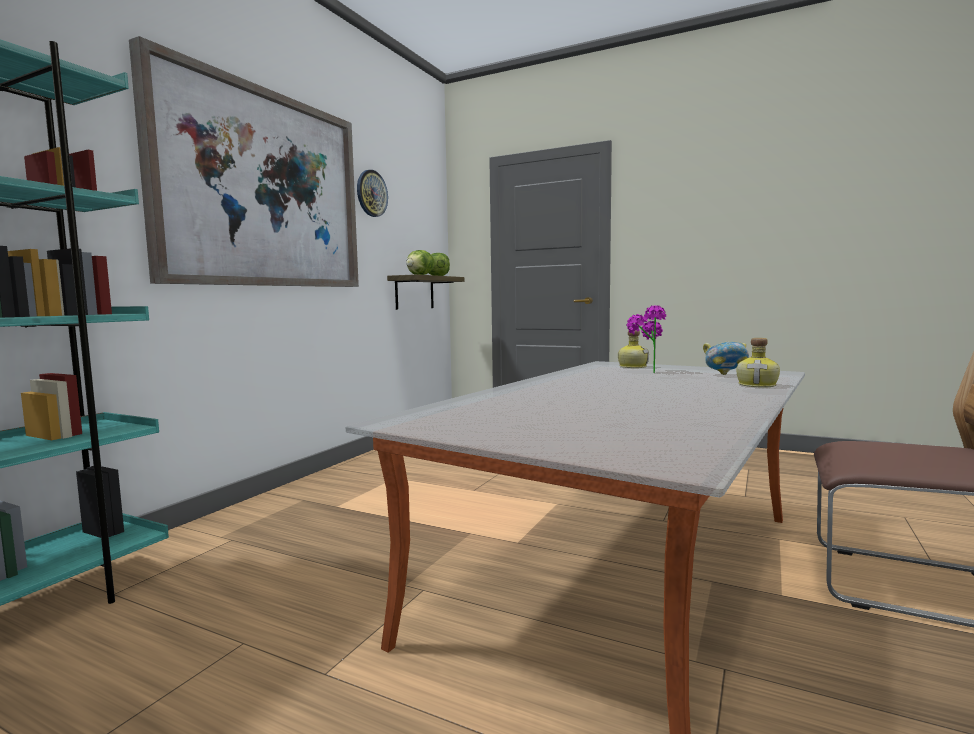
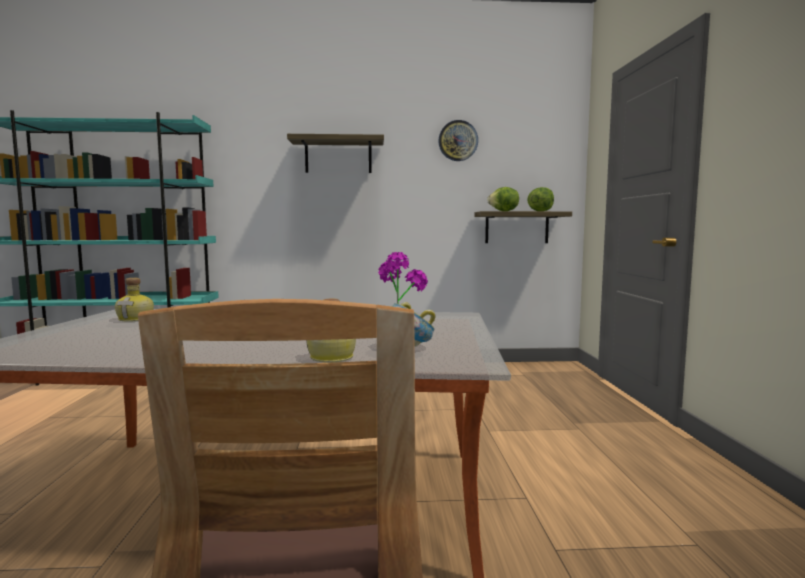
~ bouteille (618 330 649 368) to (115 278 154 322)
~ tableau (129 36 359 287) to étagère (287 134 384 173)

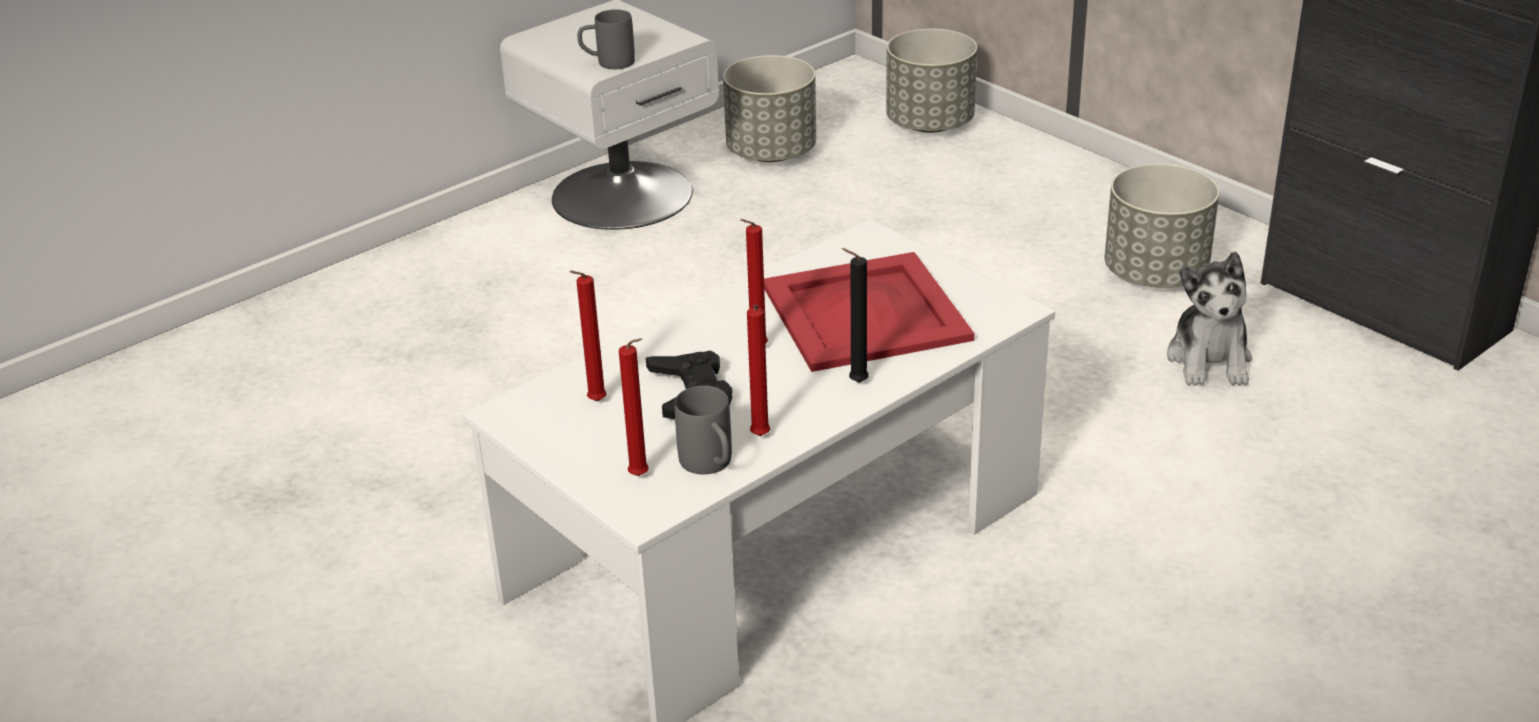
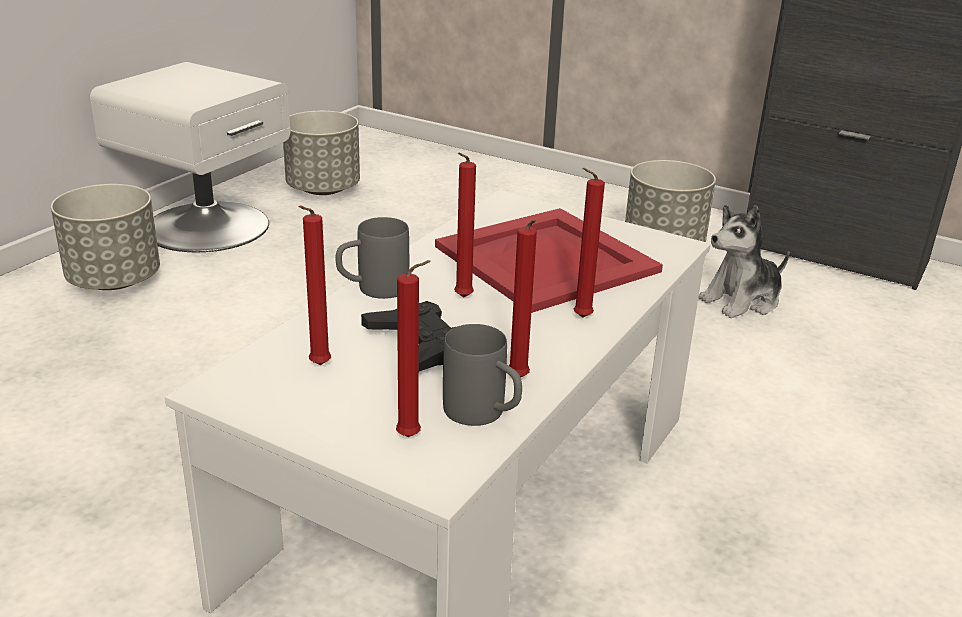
~ cache-pot [gris] (886 29 977 133) to (51 184 160 290)
~ mug [gris] (577 9 635 69) to (336 217 409 299)
~ bougie [noir] (842 248 869 383) to bougie [rouge] (574 168 605 318)
~ peluche (1167 251 1252 385) = (698 205 790 318) 75 degrees clockwise

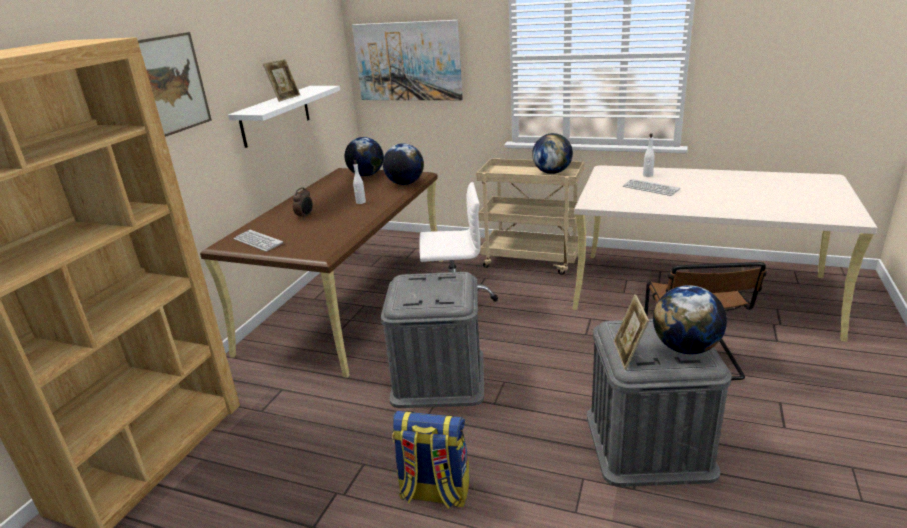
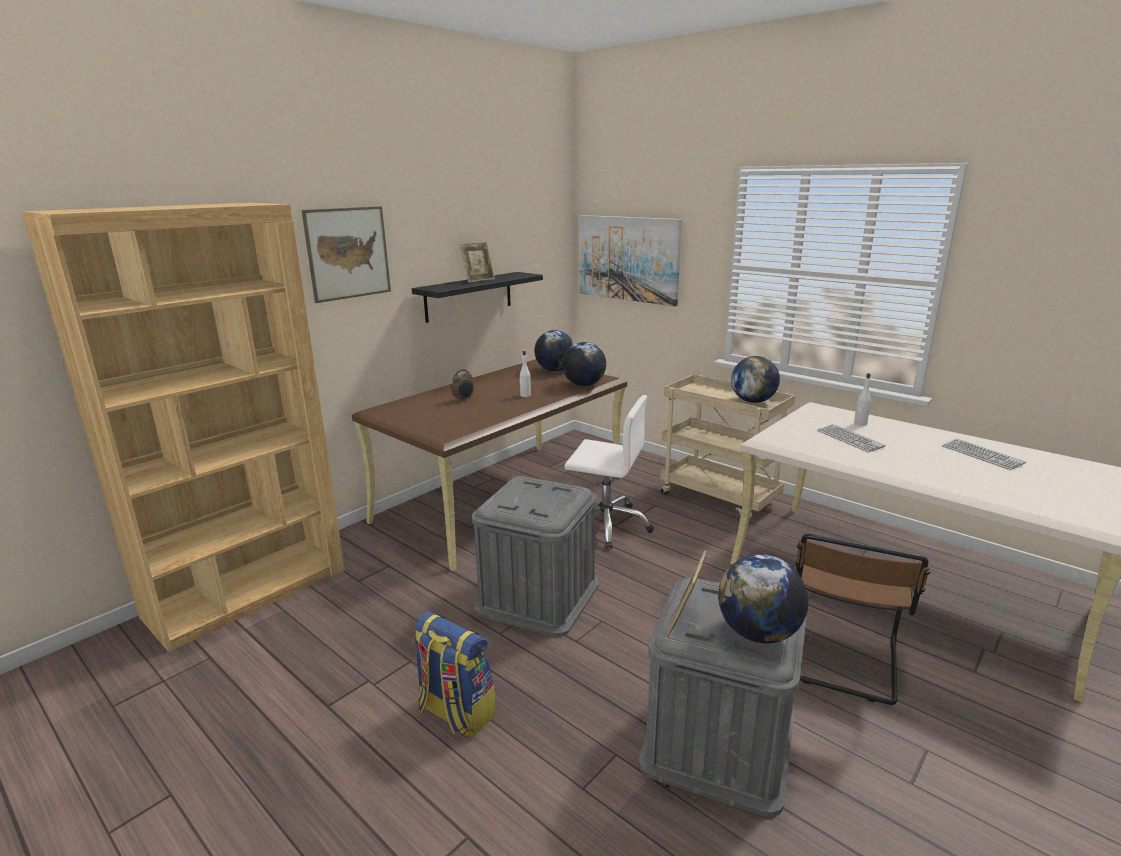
~ étagère [blanc] (228 86 340 148) to étagère [noir] (412 272 543 323)
~ clavier (234 230 283 252) to (942 438 1026 470)

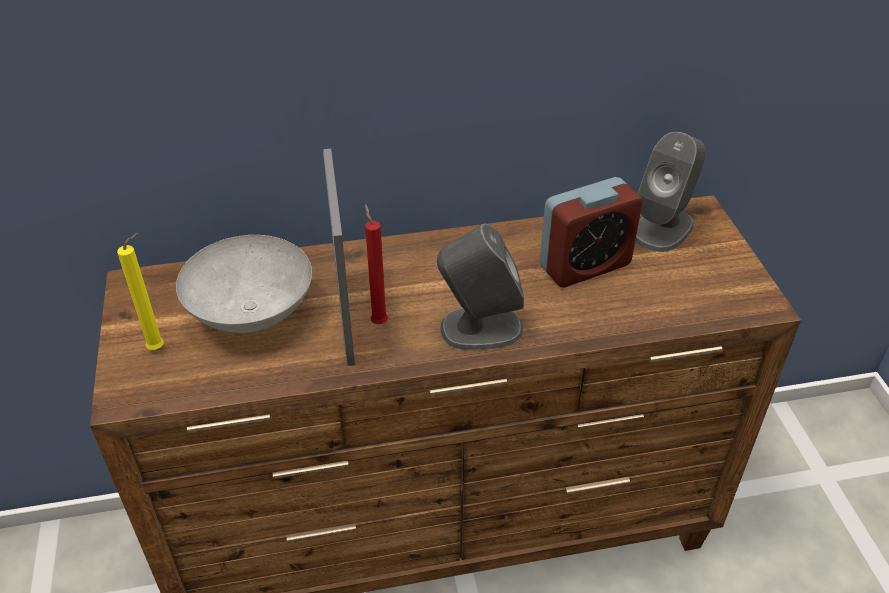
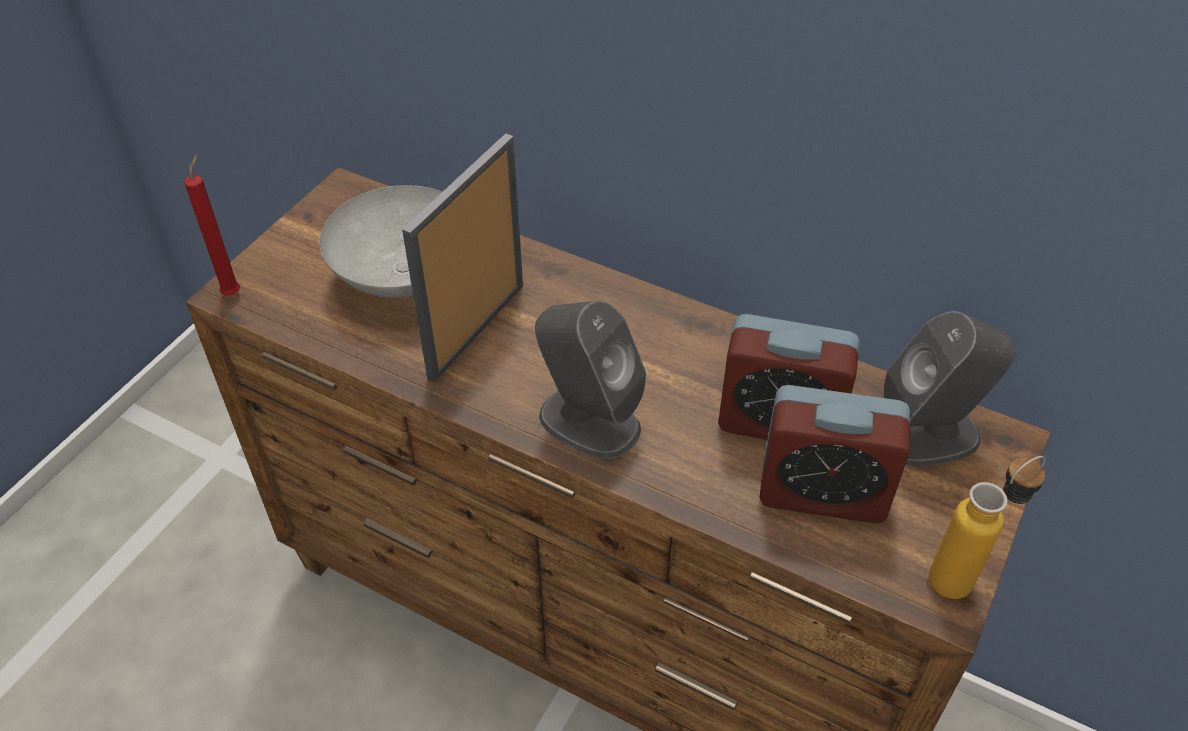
~ bougie [rouge] (365 204 388 324) to (184 155 240 296)
+ réveil (759 385 910 523)
+ bouteille (929 456 1046 599)
- bougie [jaune] (117 233 164 350)

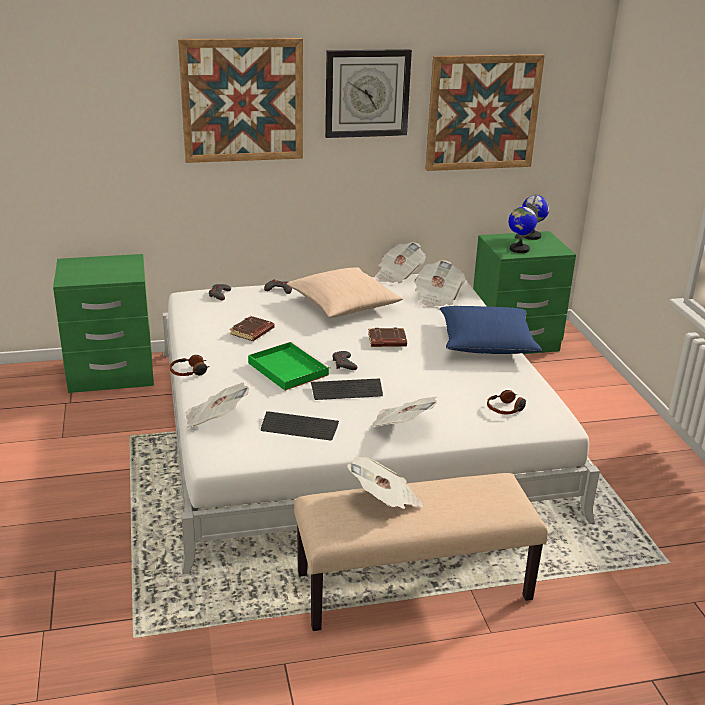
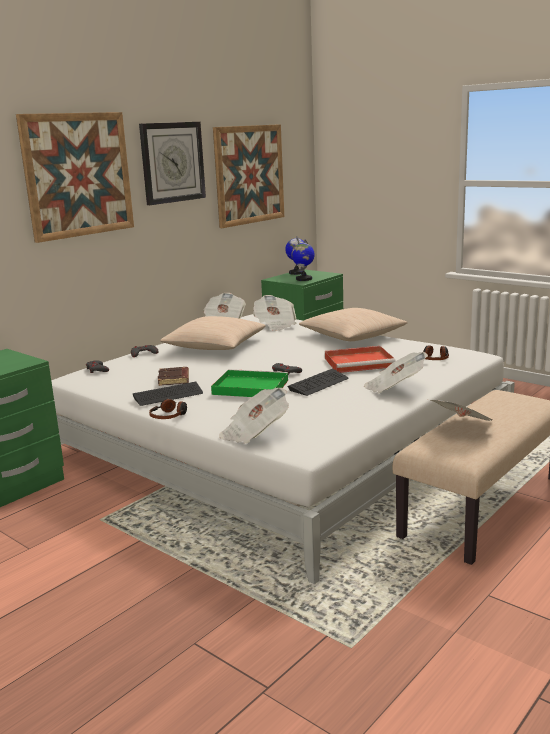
~ clavier (261 411 339 440) to (132 382 203 406)
~ coussin [bleu] (440 306 542 354) to coussin [beige] (299 308 408 341)
+ plateau [rouge] (325 346 396 373)
- livre [marron] (368 327 407 347)

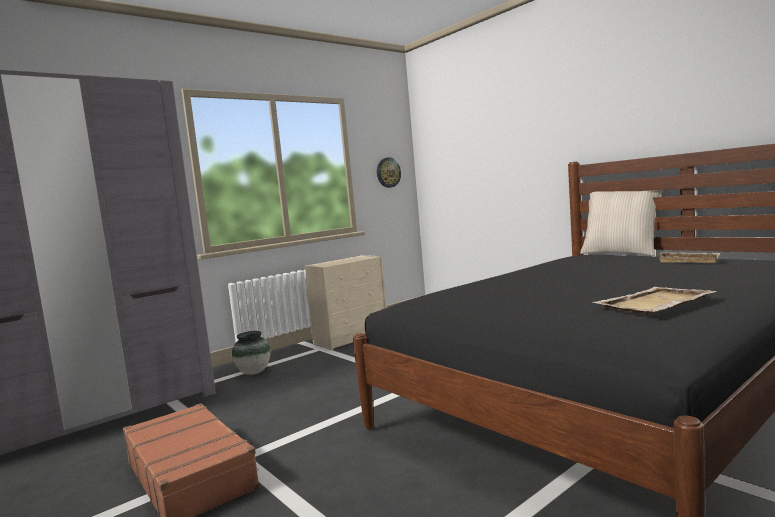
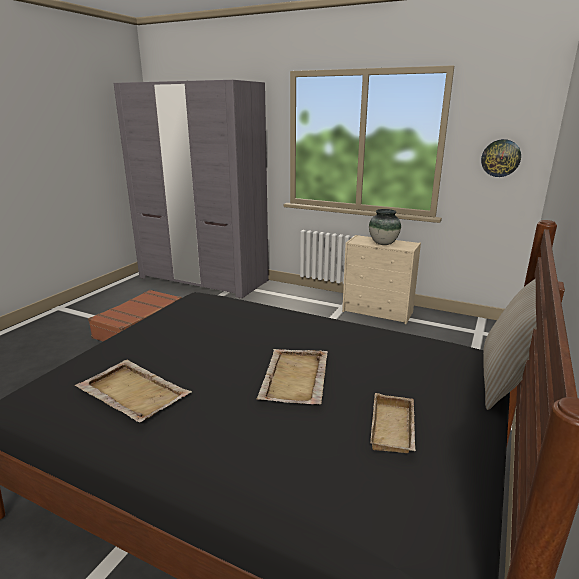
+ plateau [beige] (257 349 328 404)
~ vase (232 331 271 375) to (369 209 401 245)

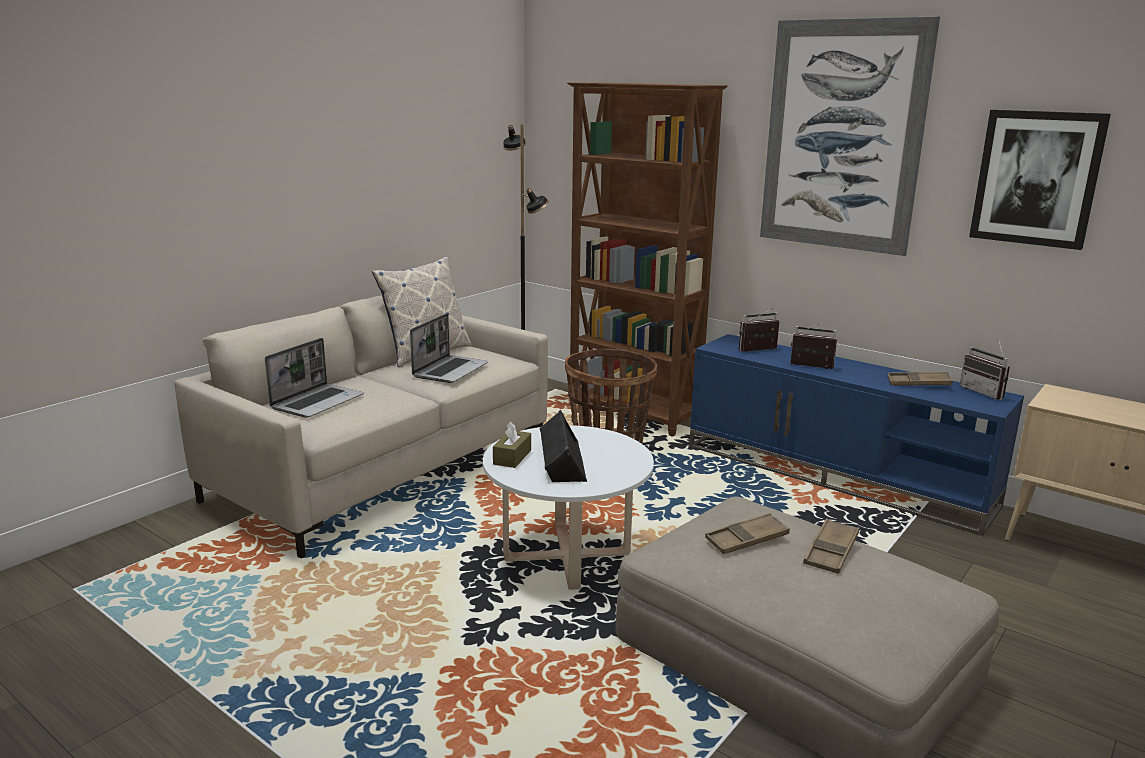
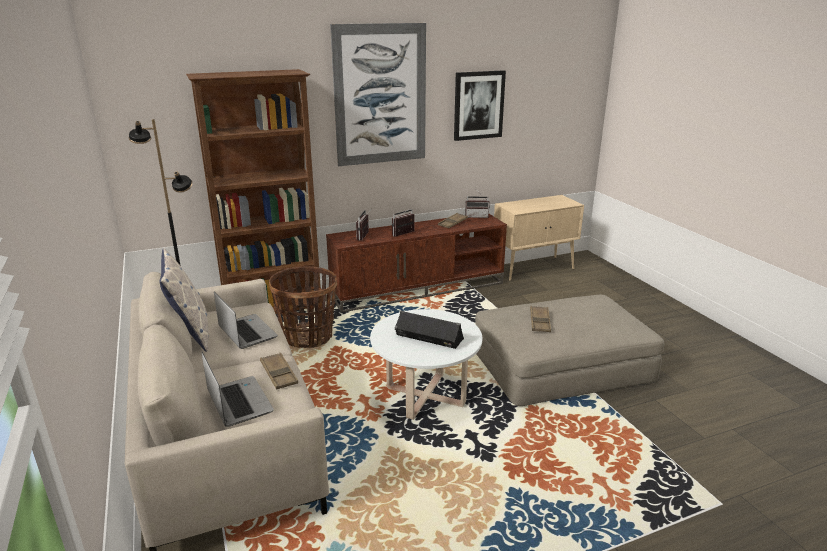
~ plateau [marron] (803 519 860 574) to (260 353 298 390)
~ meuble télé [bleu] (689 334 1024 536) to meuble télé [marron] (326 214 507 313)
- boîte à mouchoirs [marron] (493 421 531 468)

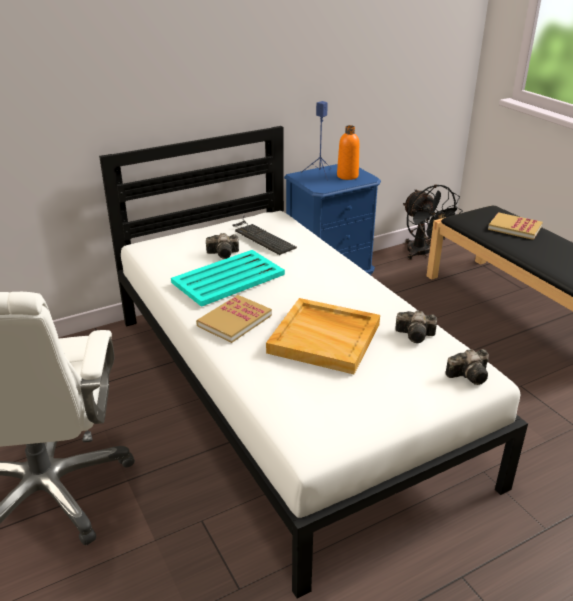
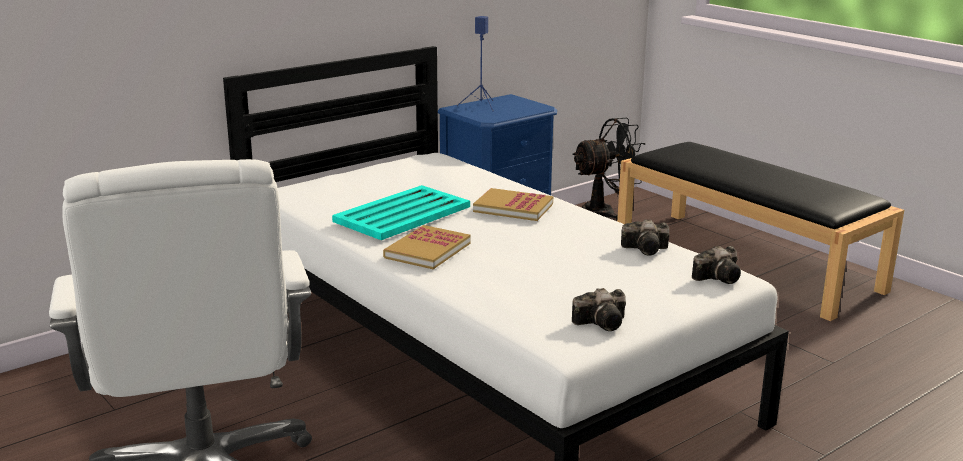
~ livre (488 212 543 240) to (473 188 553 221)
~ ventilateur [noir] (403 184 463 260) = (572 118 646 221) 75 degrees counterclockwise
~ appareil photo (206 233 239 259) to (572 288 626 331)
- clavier (232 216 297 255)
- plateau [beige] (266 298 380 374)
- bouteille [orange] (337 125 359 180)

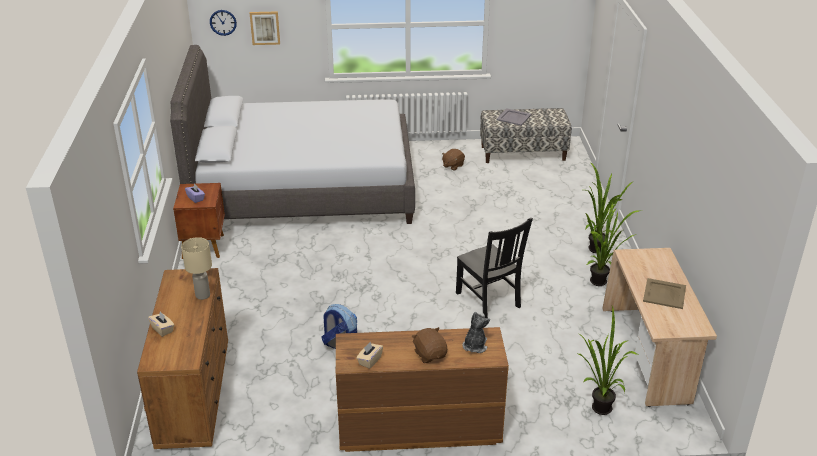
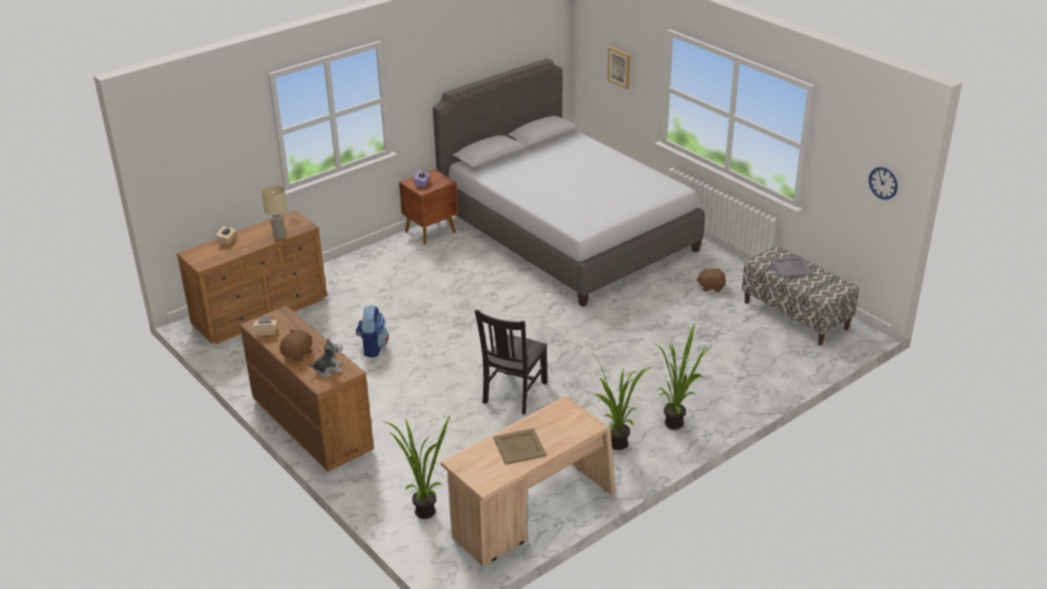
~ horloge murale (210 10 237 36) to (869 167 898 200)

